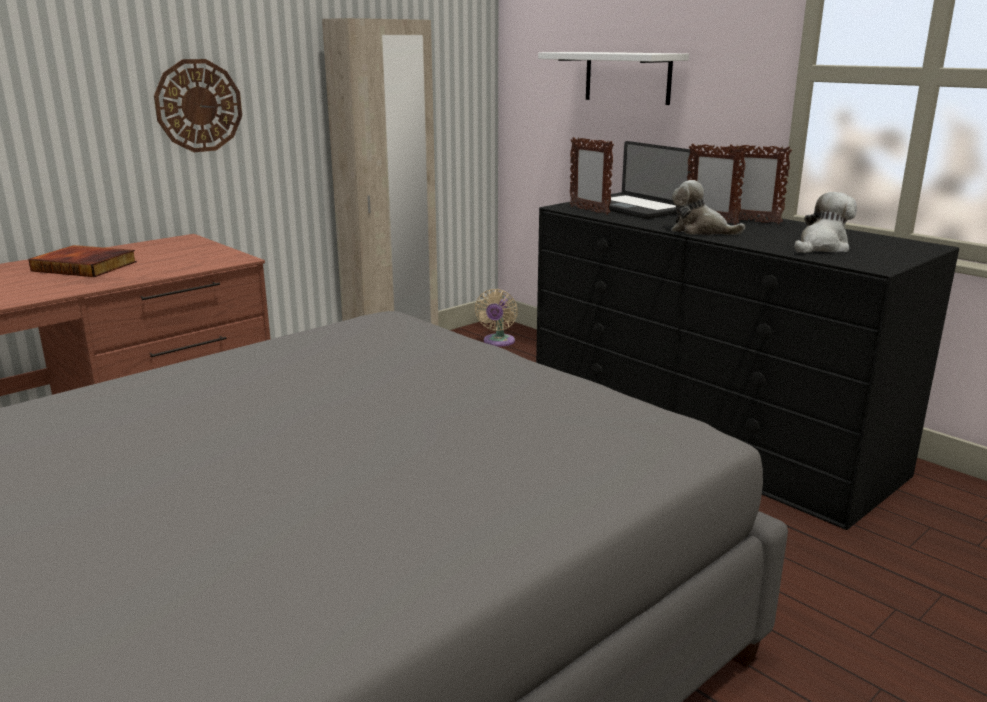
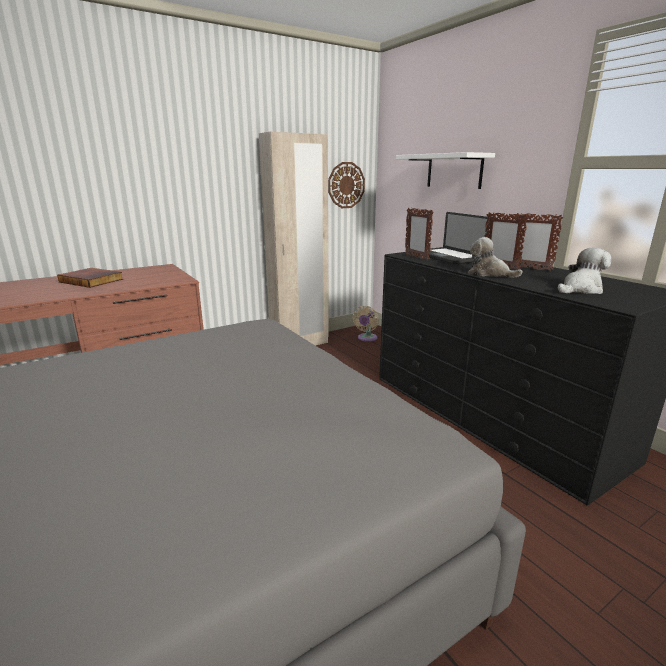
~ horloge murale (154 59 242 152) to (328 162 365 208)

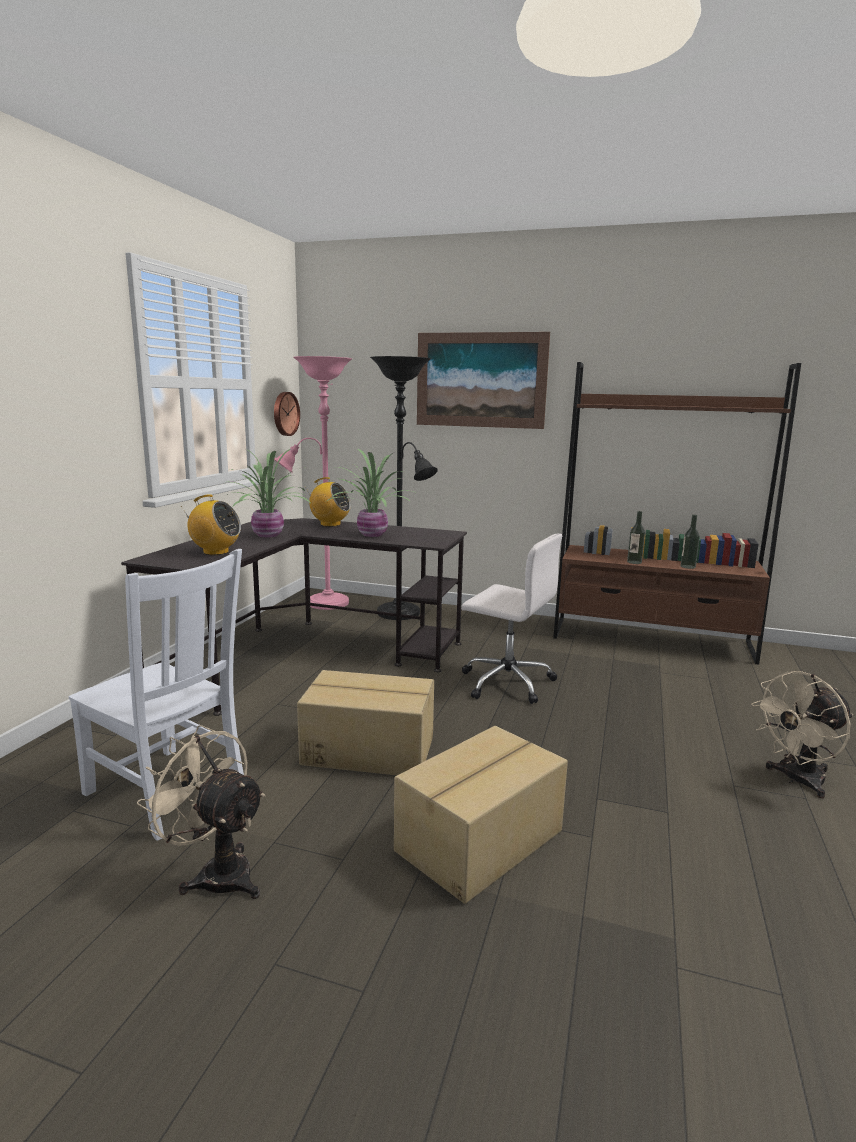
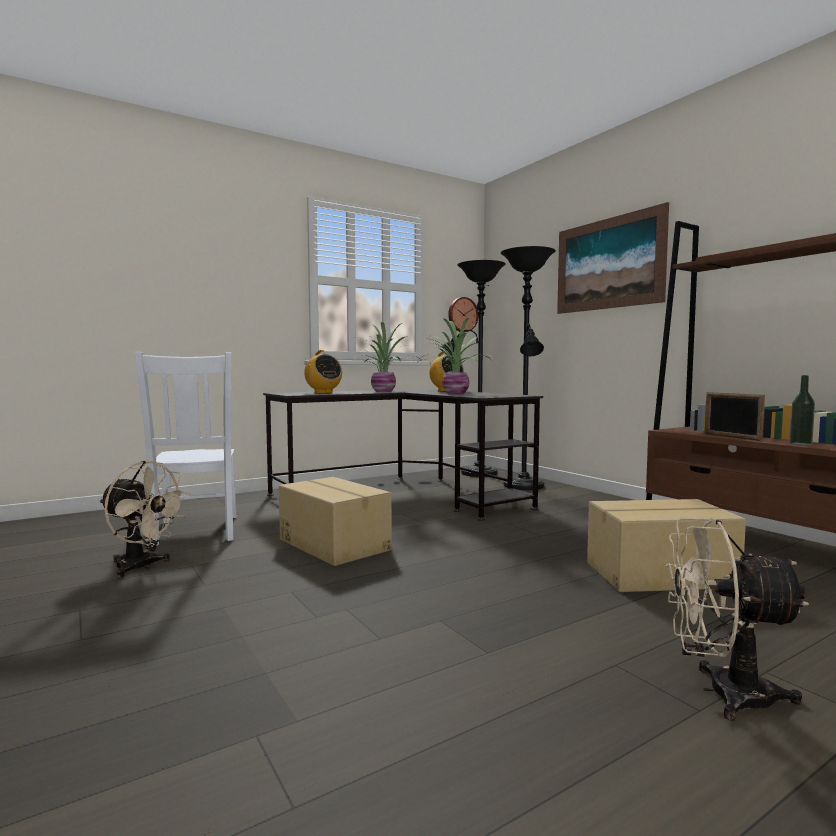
~ ventilateur [beige] (137 725 265 899) = (99 461 190 578) 135 degrees clockwise
~ lampadaire [rose] (274 356 352 610) to lampadaire [noir] (438 260 506 477)
~ carton (394 726 568 904) to (587 499 746 592)
~ bouteille (627 511 645 564) to cadre photo (705 392 765 441)
- chaise de bureau [blanc] (461 533 562 704)

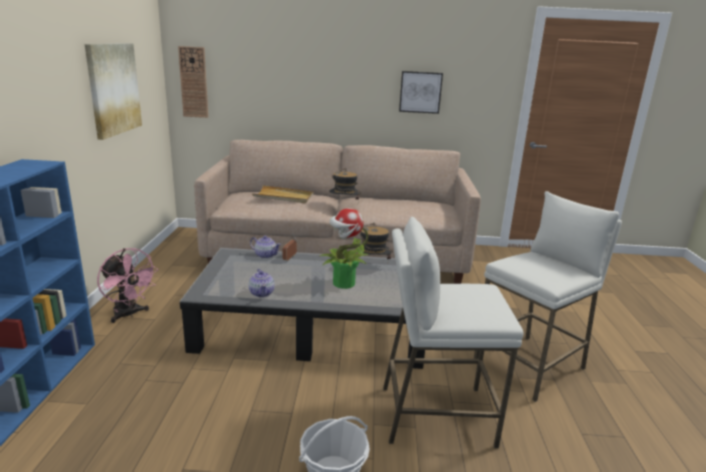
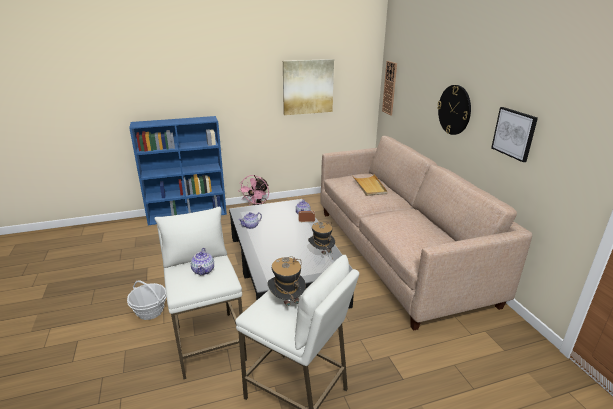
+ théière (191 248 214 275)
~ chapeau (329 168 361 200) to (267 256 306 306)
+ horloge murale (437 85 471 135)
- plante en pot (320 208 369 289)

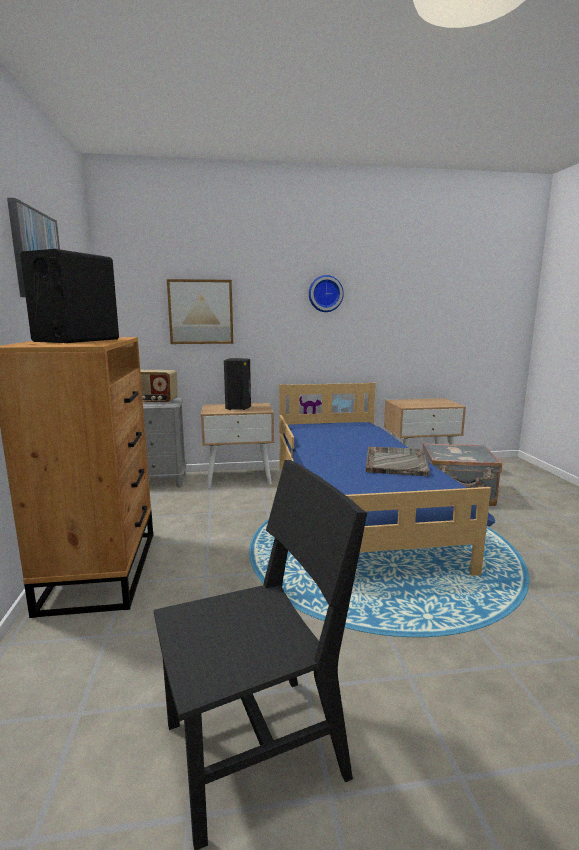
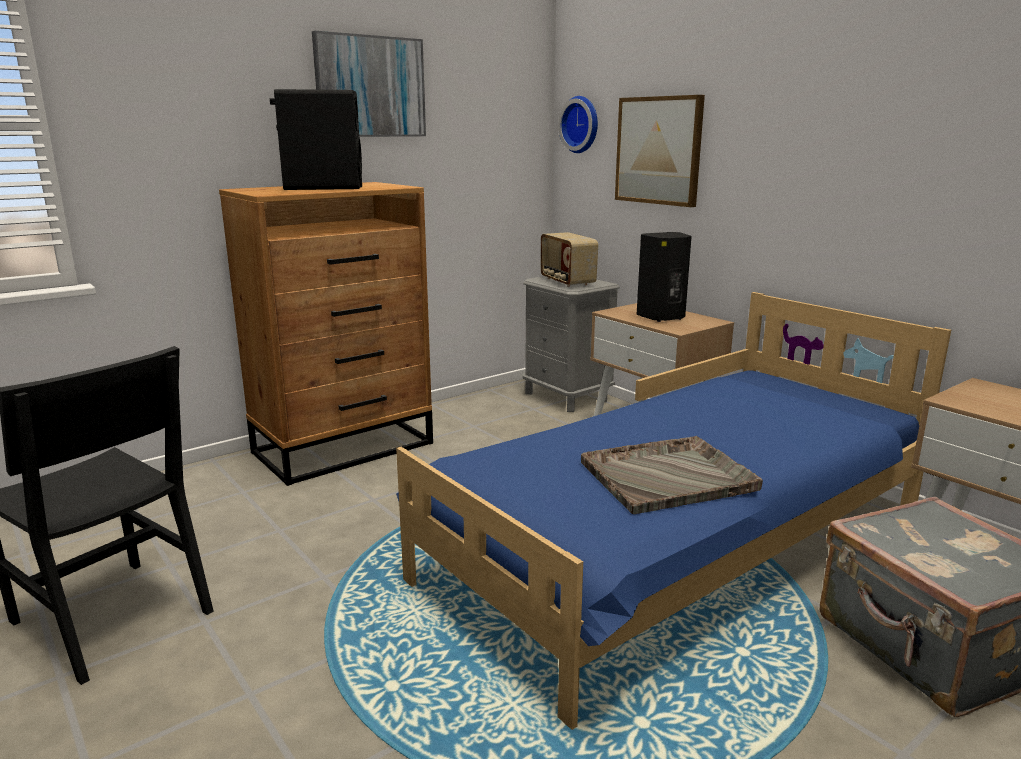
~ horloge murale (309 275 344 312) to (558 96 598 153)

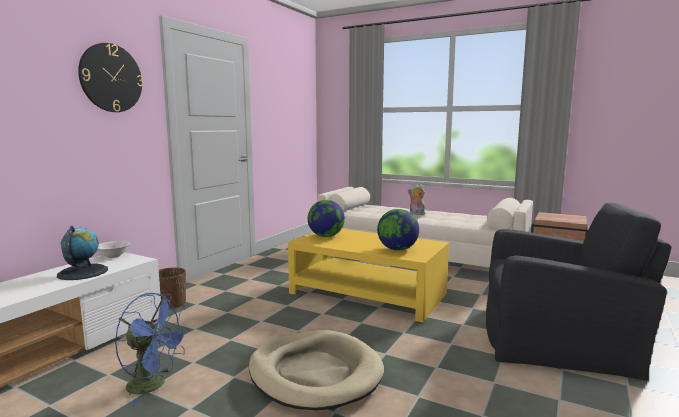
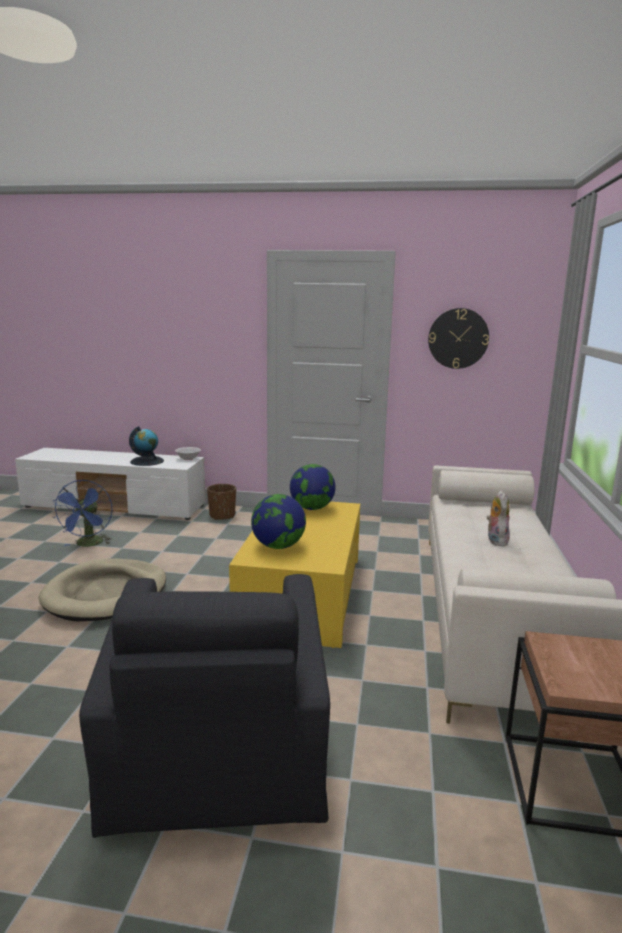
~ horloge murale (78 43 143 112) to (428 308 489 369)

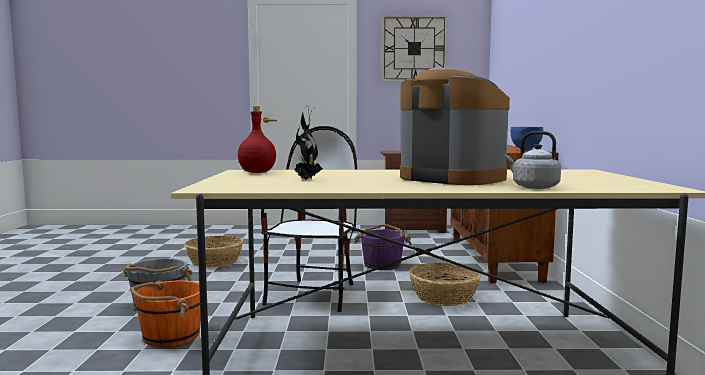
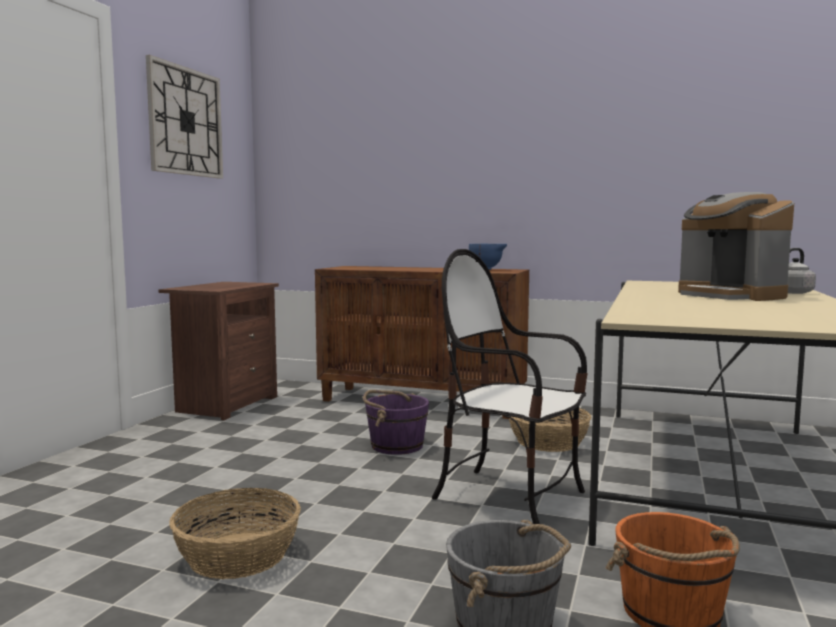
~ machine à café (400 67 510 185) = (678 192 794 301) 90 degrees counterclockwise
- bouteille [rouge] (238 106 276 173)
- plante en pot (294 105 323 180)

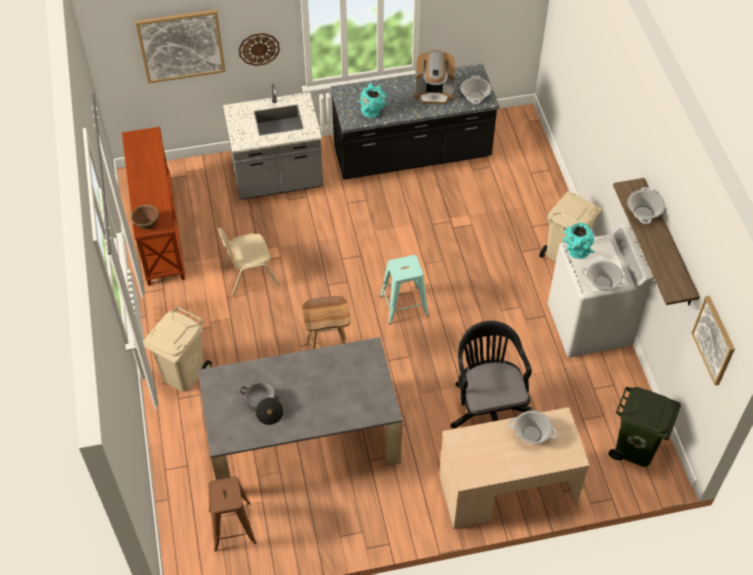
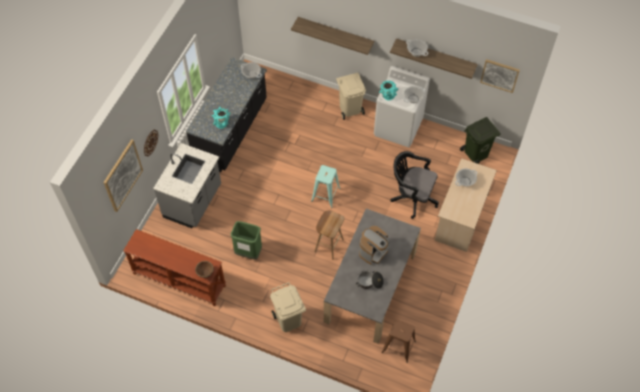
~ chaise [beige] (218 228 279 295) to poubelle [vert] (231 221 262 259)
+ étagère (291 17 374 55)
~ machine à café (415 50 456 105) to (359 225 390 265)

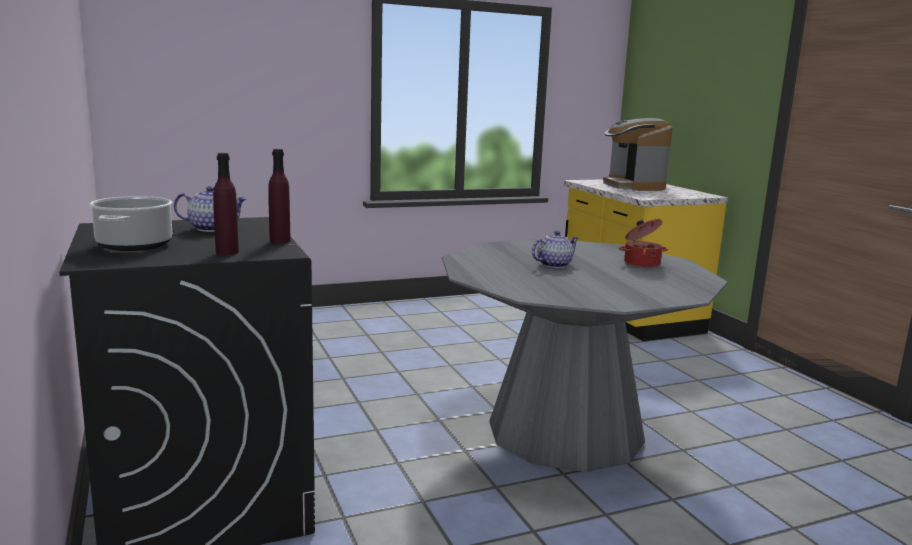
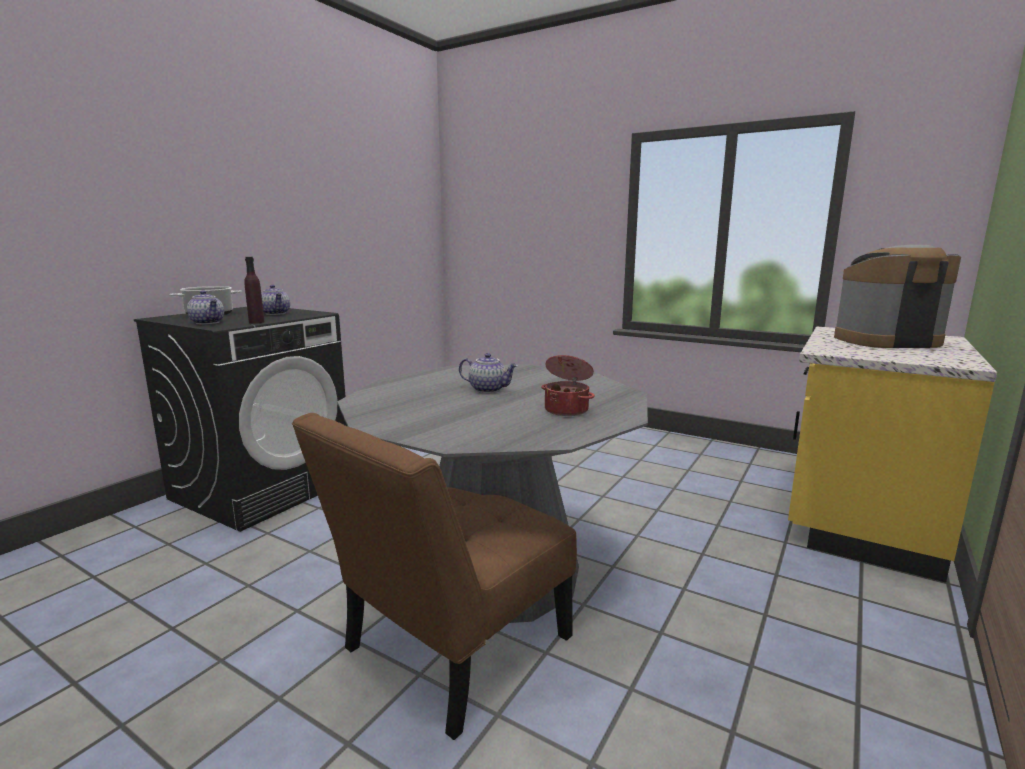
~ bouteille [violet] (213 153 239 255) to théière (187 290 224 324)
+ chaise [marron] (292 413 577 740)
~ machine à café (603 118 673 191) = (834 245 961 348) 45 degrees clockwise

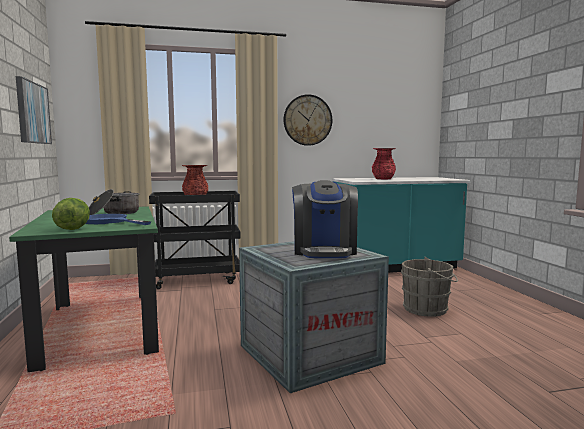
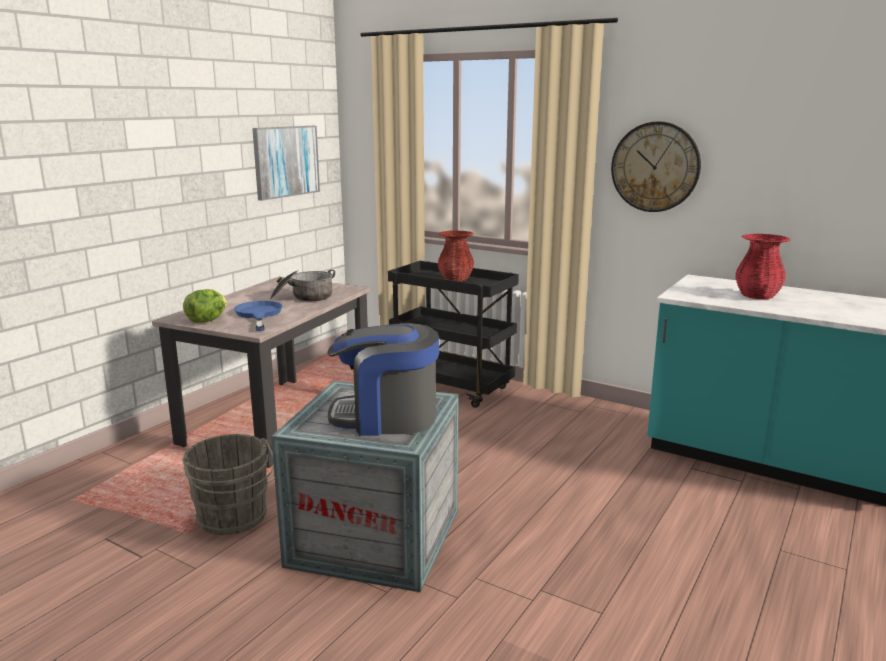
~ table à manger [vert] (9 206 159 372) to table à manger [beige] (152 277 371 468)
~ seau [gris] (401 257 458 317) to (182 434 274 535)
~ machine à café (292 180 358 258) = (327 323 439 436) 45 degrees clockwise

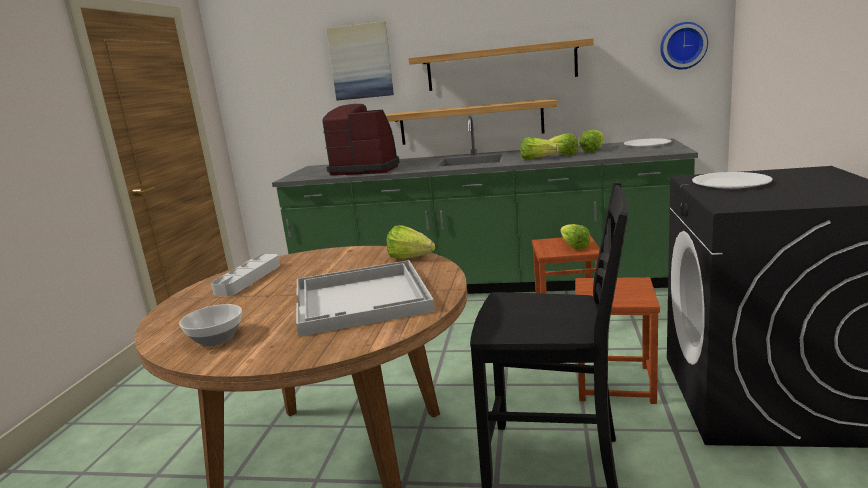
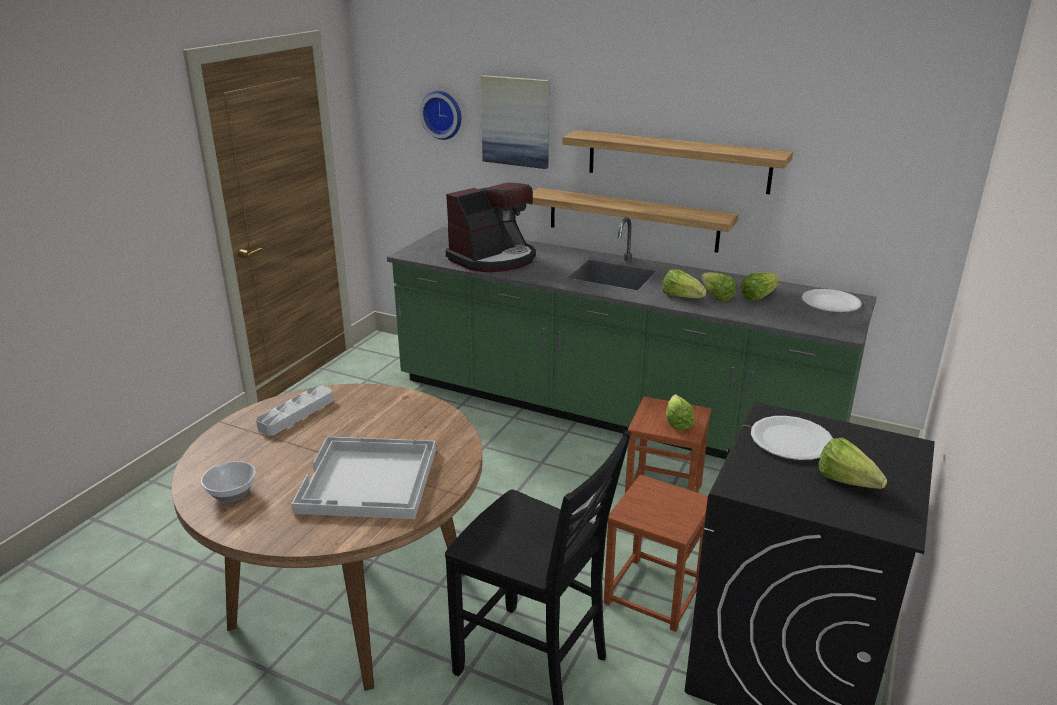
~ horloge murale (660 22 708 70) to (420 91 461 140)
~ machine à café (323 104 400 176) = (446 182 536 272) 105 degrees clockwise
~ laitue (386 225 435 259) to (818 437 887 489)

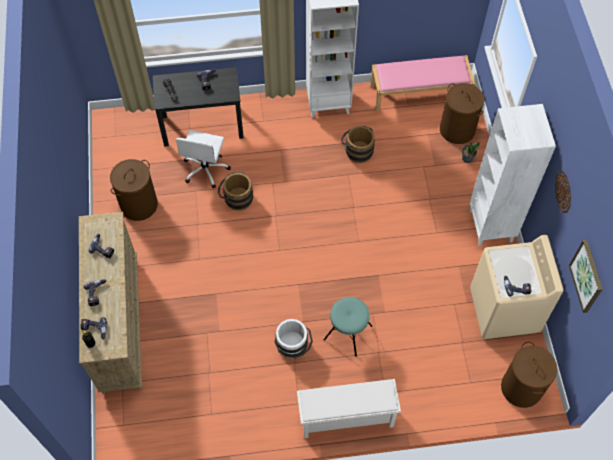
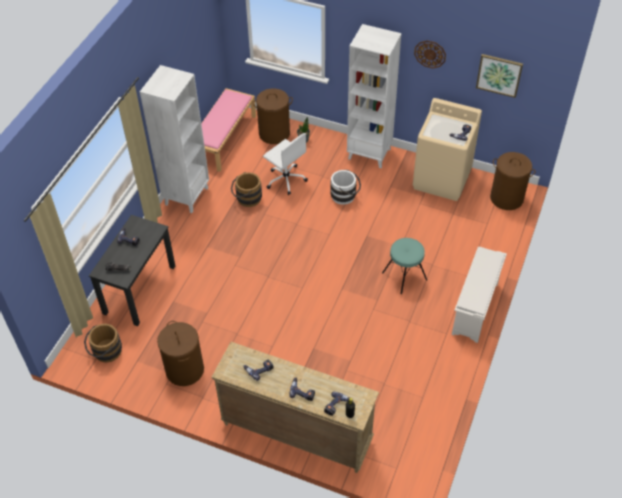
~ seau [marron] (218 172 253 211) to (84 324 122 363)
~ chaise de bureau [blanc] (175 130 231 188) to (263 133 308 195)
~ seau [blanc] (274 319 313 358) to (330 170 361 205)

